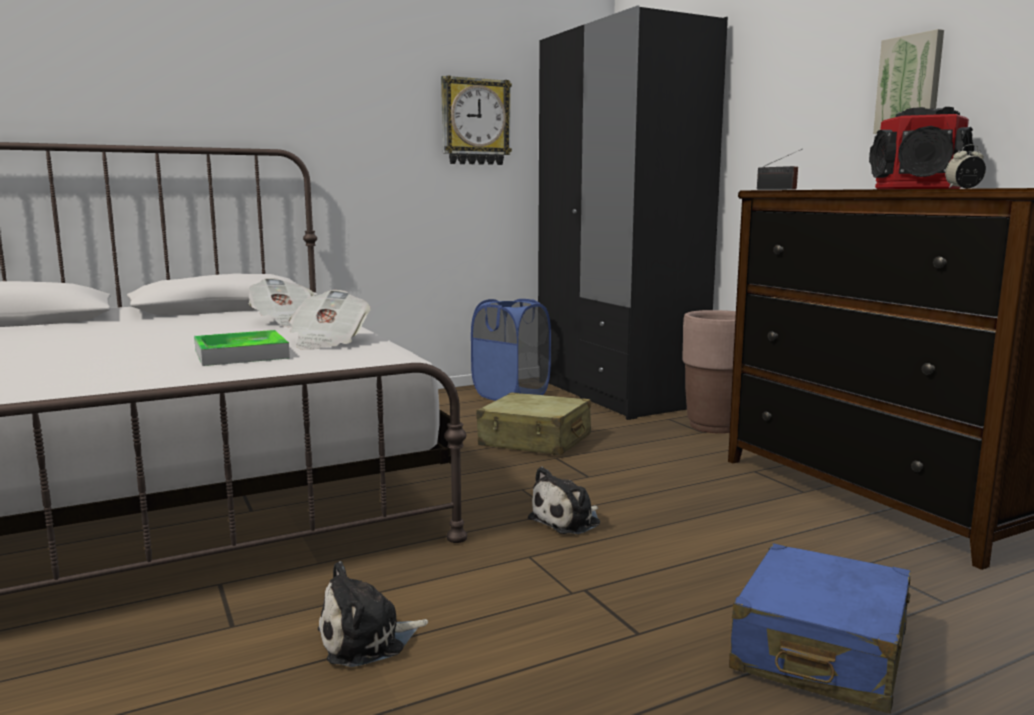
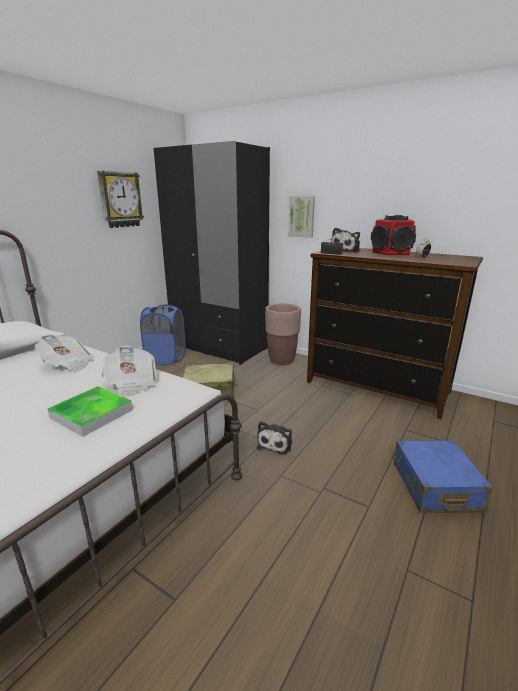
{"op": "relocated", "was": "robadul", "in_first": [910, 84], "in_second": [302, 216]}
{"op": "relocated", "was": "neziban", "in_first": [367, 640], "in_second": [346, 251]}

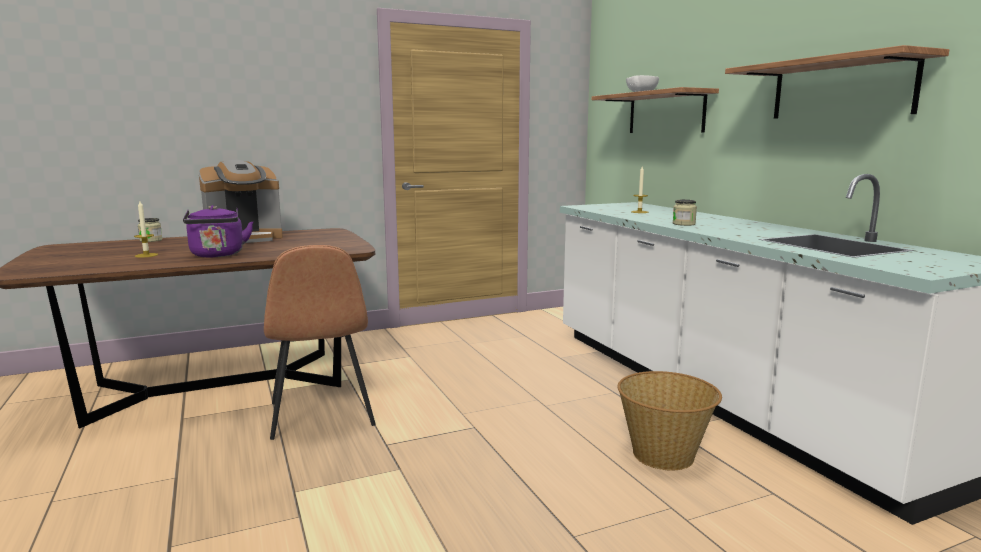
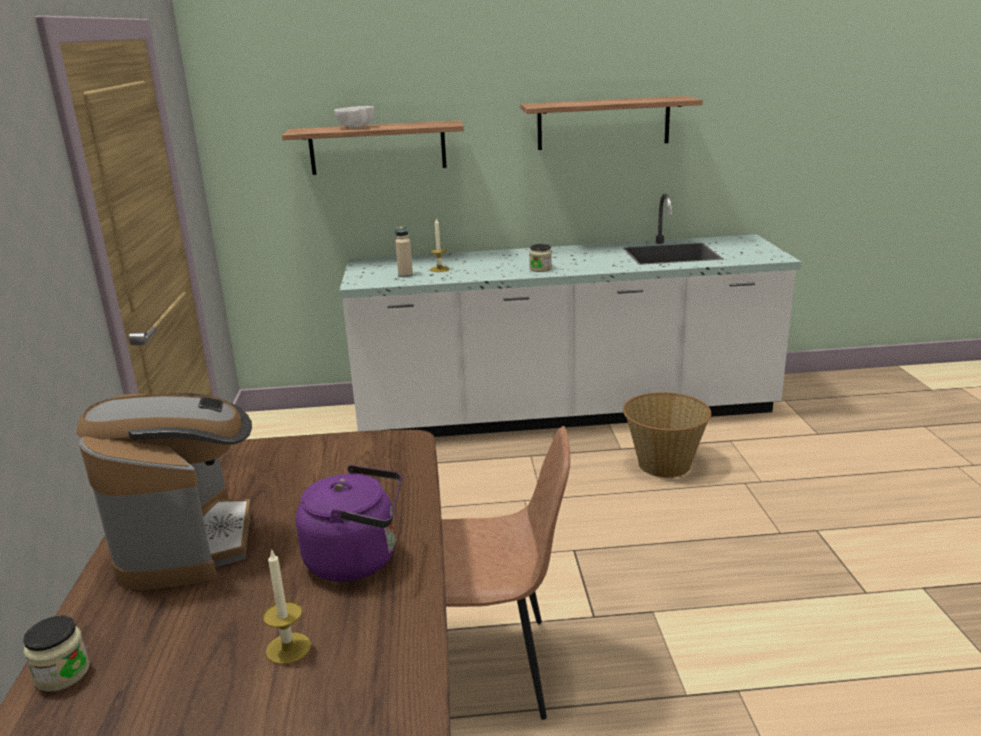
{"op": "appeared", "now": "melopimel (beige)", "in_second": [405, 275]}

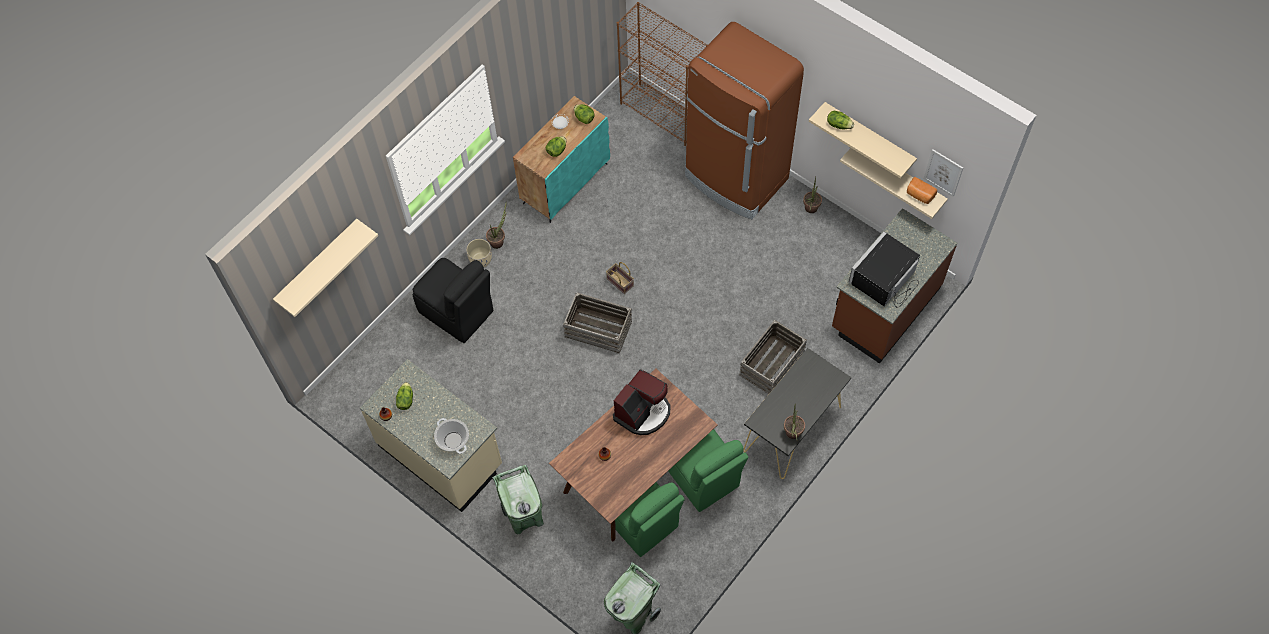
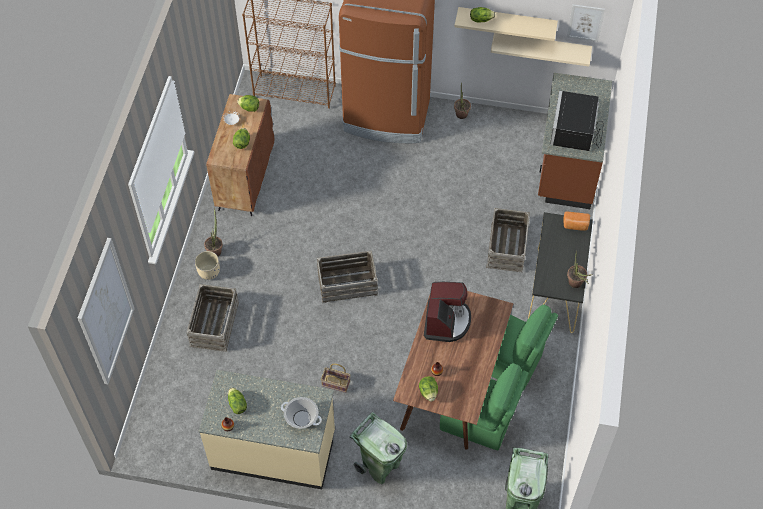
{"op": "exchanged", "was": "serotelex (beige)", "now": "robadul", "in_first": [318, 264], "in_second": [105, 312]}
{"op": "exchanged", "was": "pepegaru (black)", "now": "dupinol", "in_first": [457, 313], "in_second": [215, 325]}
{"op": "colour", "was": "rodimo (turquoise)", "now": "rodimo (brown)", "in_first": [565, 183], "in_second": [245, 178]}
{"op": "relocated", "was": "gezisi", "in_first": [619, 282], "in_second": [335, 384]}
{"op": "appeared", "now": "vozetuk", "in_second": [428, 392]}
{"op": "relocated", "was": "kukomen", "in_first": [919, 195], "in_second": [575, 225]}

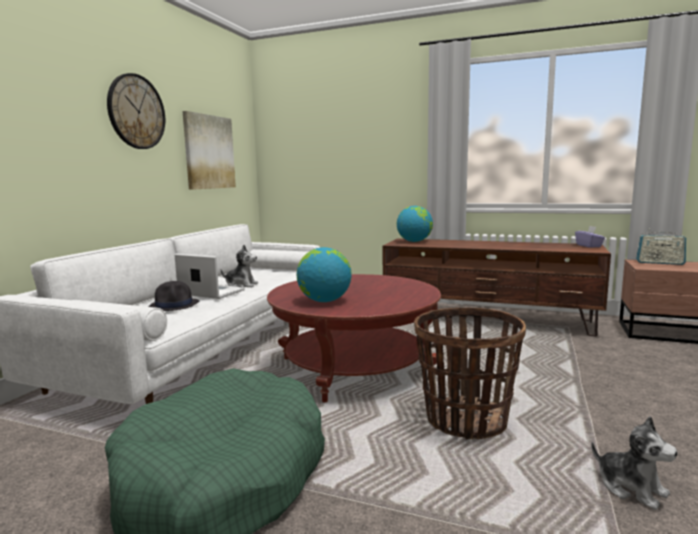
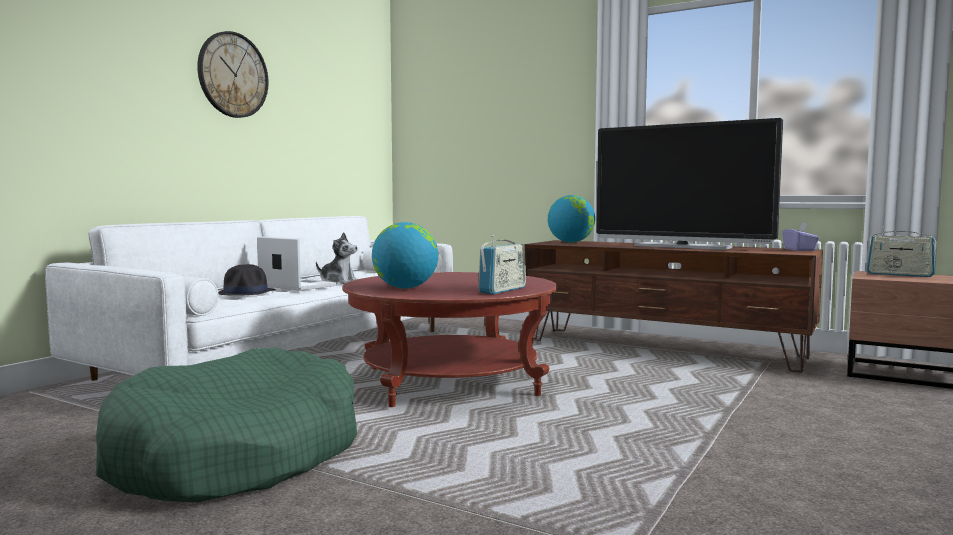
{"op": "appeared", "now": "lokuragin", "in_second": [503, 290]}
{"op": "appeared", "now": "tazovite", "in_second": [682, 247]}
{"op": "missing", "was": "robadul", "in_first": [209, 152]}
{"op": "missing", "was": "gezisi", "in_first": [465, 420]}
{"op": "missing", "was": "neziban", "in_first": [631, 488]}

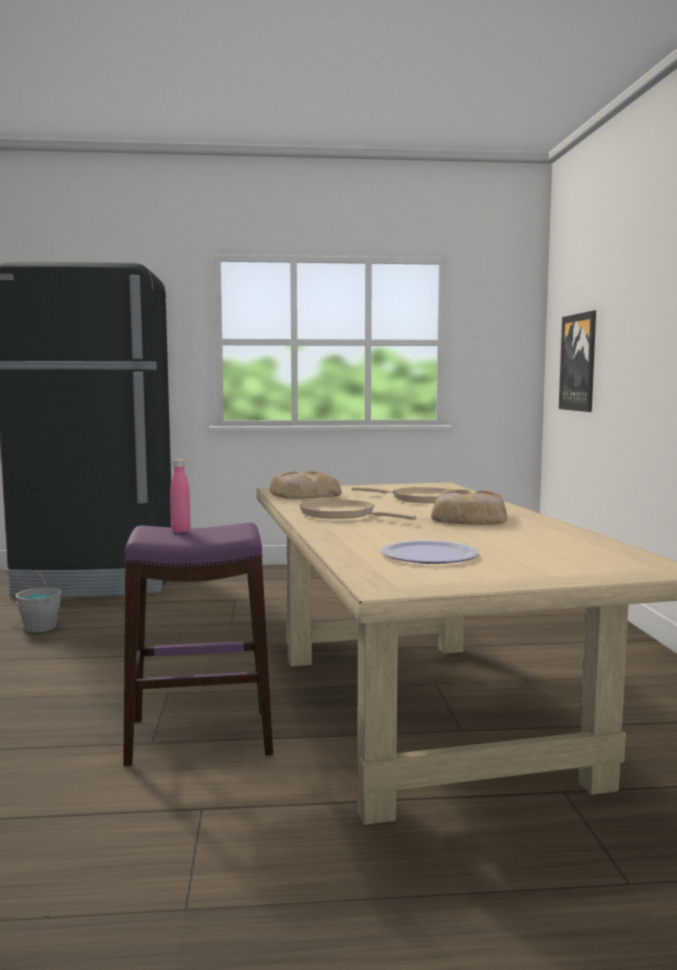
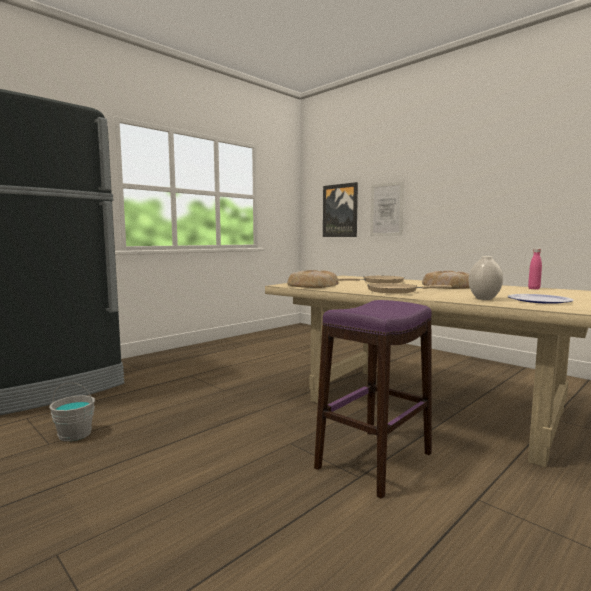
{"op": "appeared", "now": "robadul", "in_second": [386, 209]}
{"op": "appeared", "now": "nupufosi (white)", "in_second": [484, 299]}
{"op": "relocated", "was": "melopimel (pink)", "in_first": [180, 531], "in_second": [534, 289]}

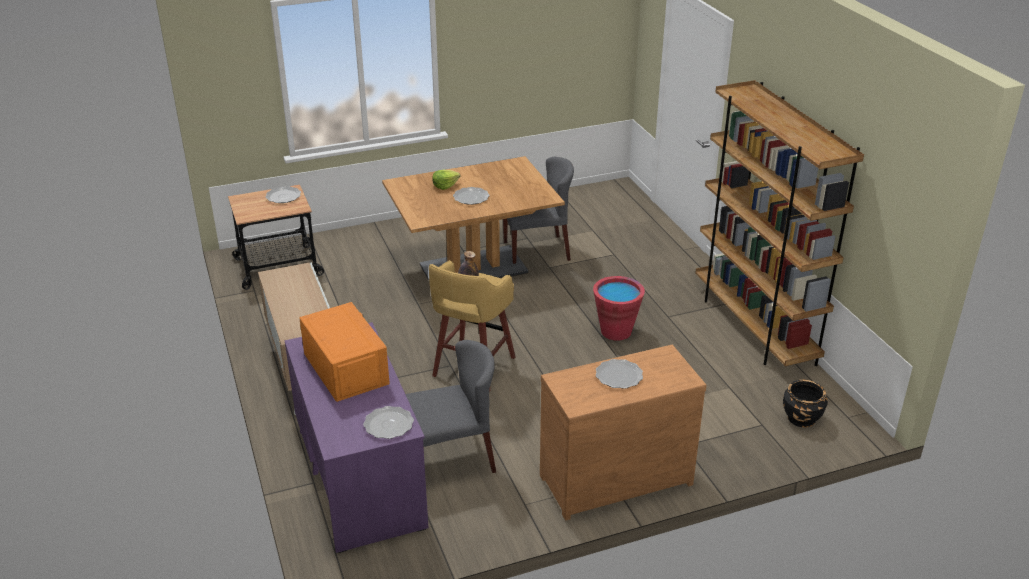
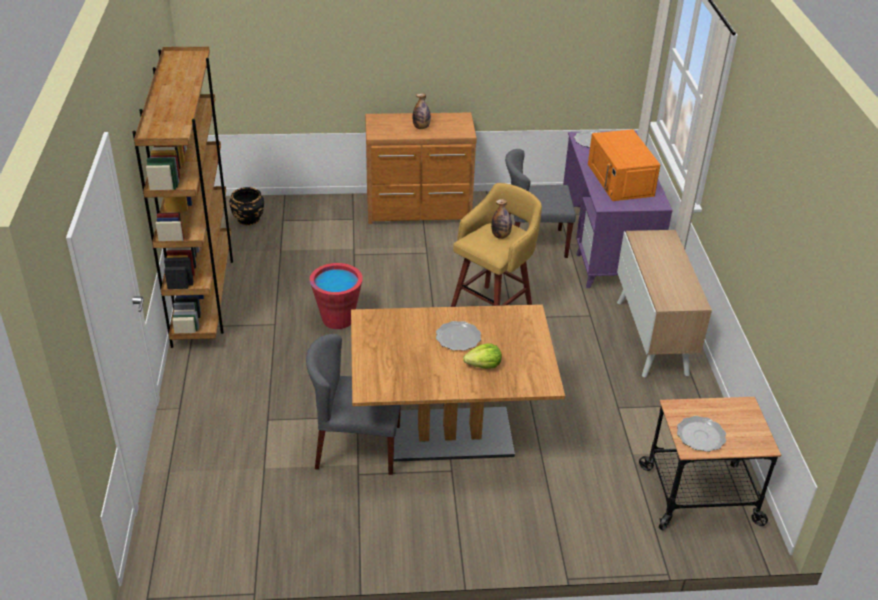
{"op": "exchanged", "was": "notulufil", "now": "melopimel", "in_first": [619, 376], "in_second": [421, 127]}

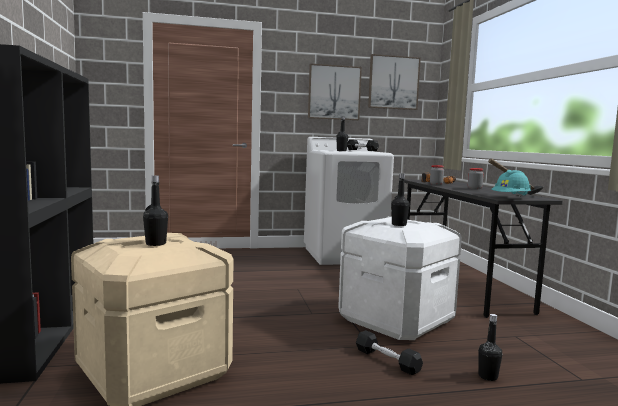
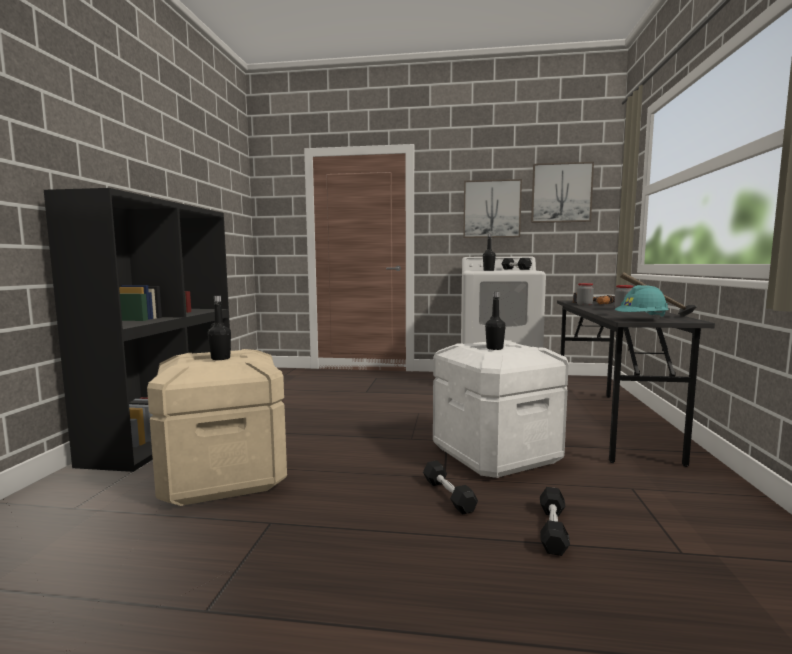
{"op": "exchanged", "was": "melopimel (black)", "now": "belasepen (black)", "in_first": [488, 376], "in_second": [553, 529]}

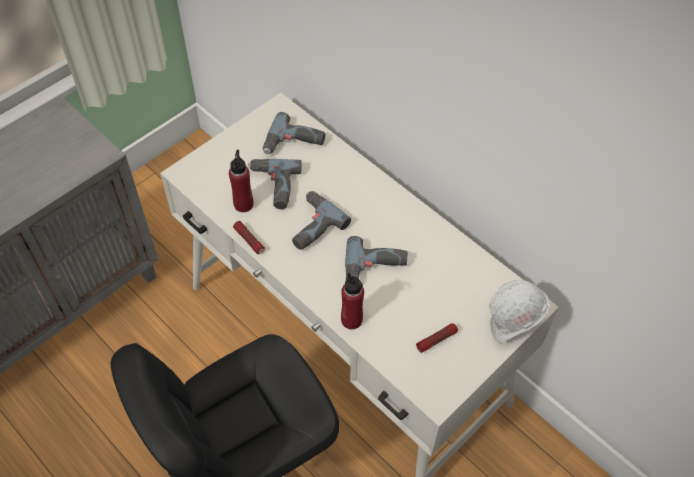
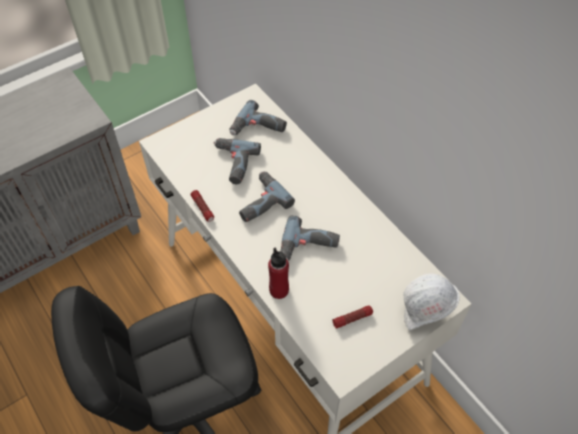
{"op": "missing", "was": "melopimel (red)", "in_first": [243, 204]}

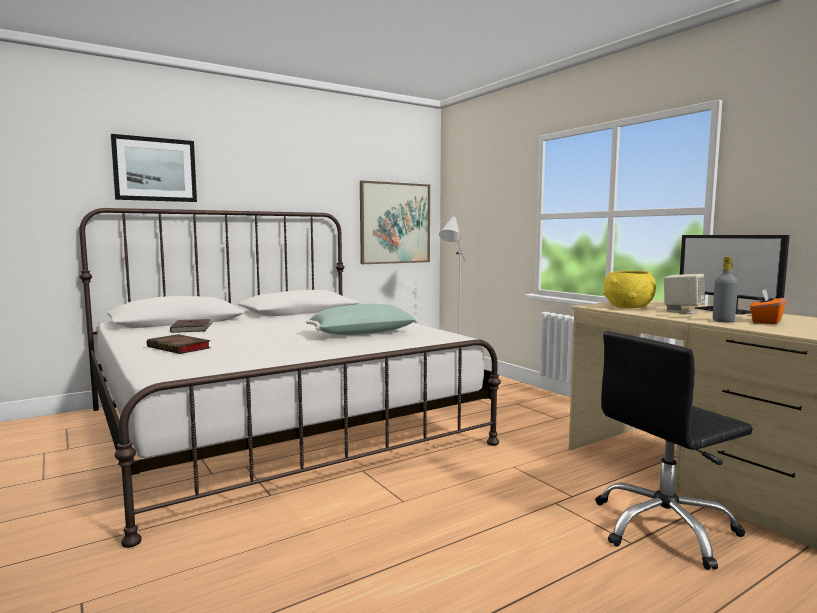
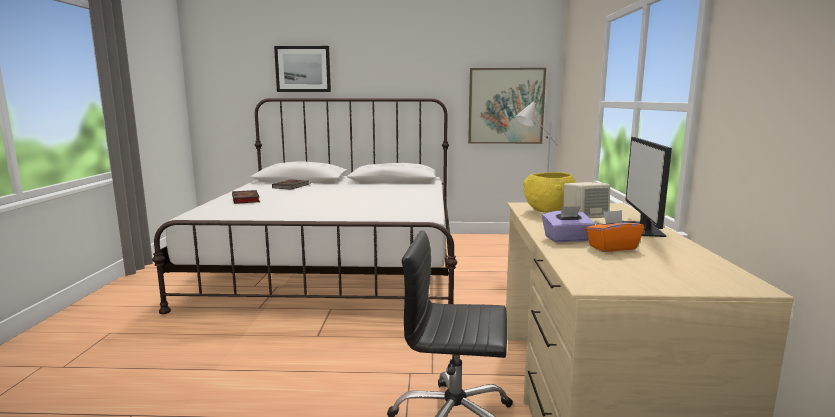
{"op": "exchanged", "was": "melopimel (grey)", "now": "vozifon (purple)", "in_first": [723, 321], "in_second": [567, 239]}
{"op": "missing", "was": "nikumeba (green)", "in_first": [363, 334]}

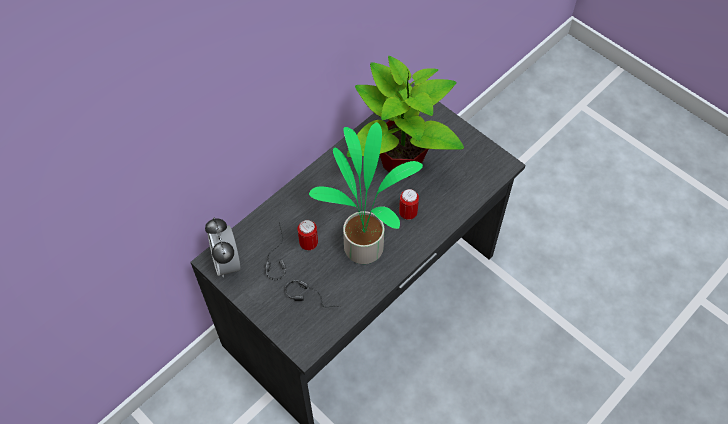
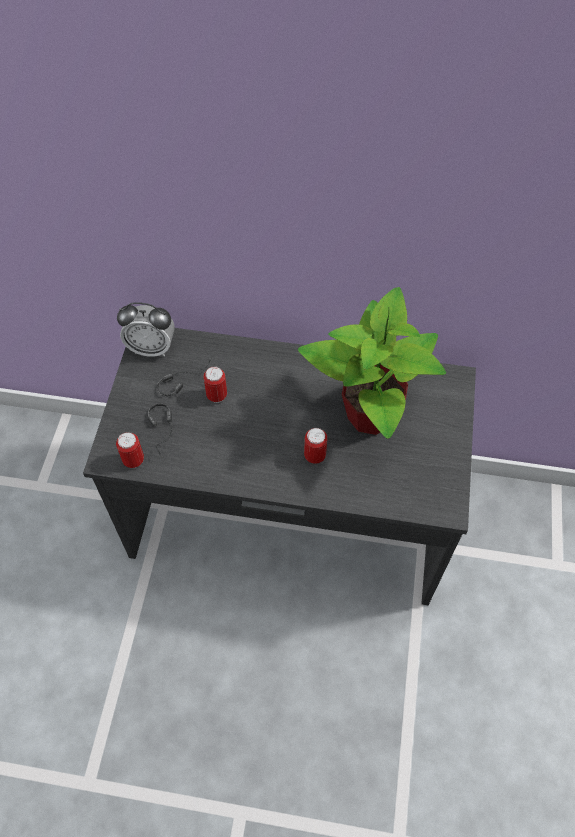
{"op": "appeared", "now": "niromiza", "in_second": [133, 460]}
{"op": "spun", "was": "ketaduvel", "in_first": [227, 263], "in_second": [151, 348], "clockwise": -120}
{"op": "missing", "was": "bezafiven", "in_first": [365, 245]}

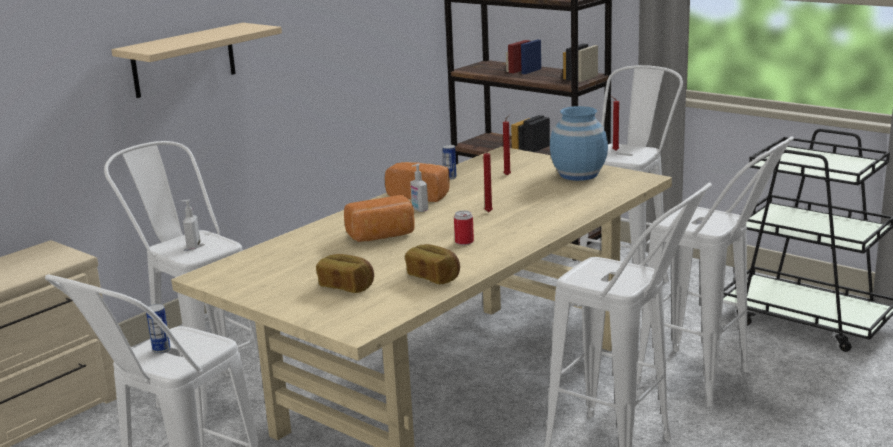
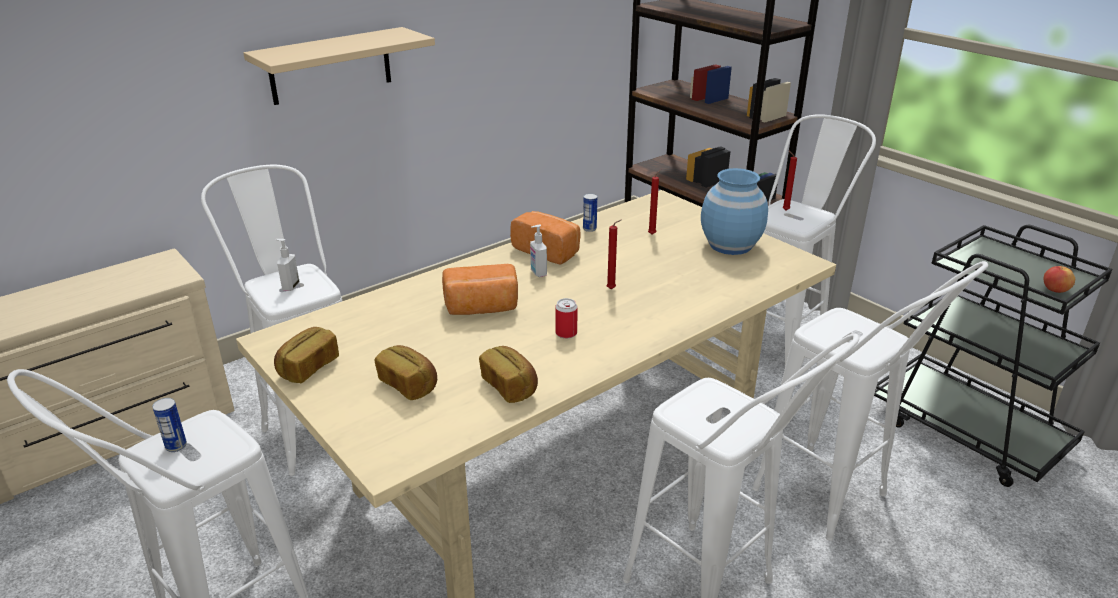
{"op": "appeared", "now": "kukomen", "in_second": [308, 367]}
{"op": "appeared", "now": "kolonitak", "in_second": [1054, 290]}

